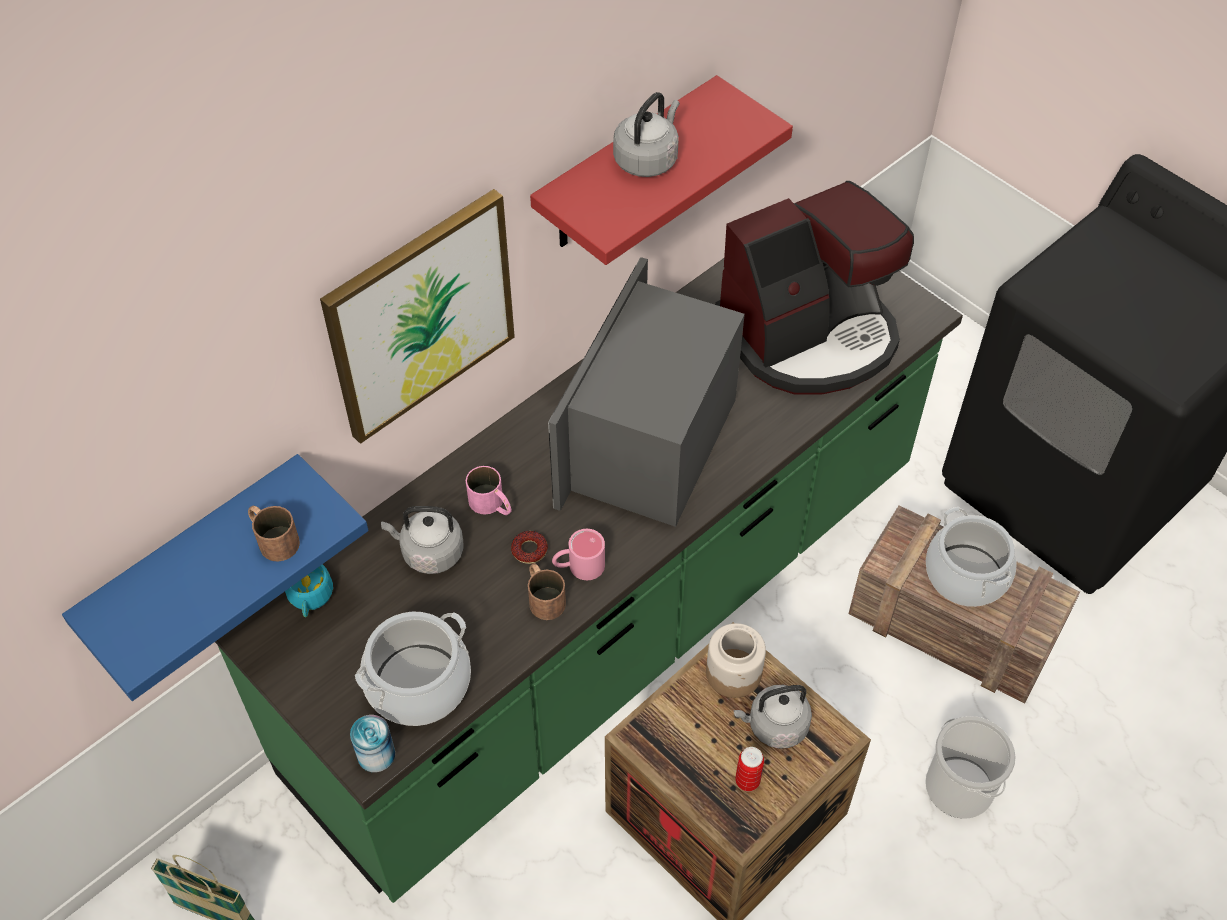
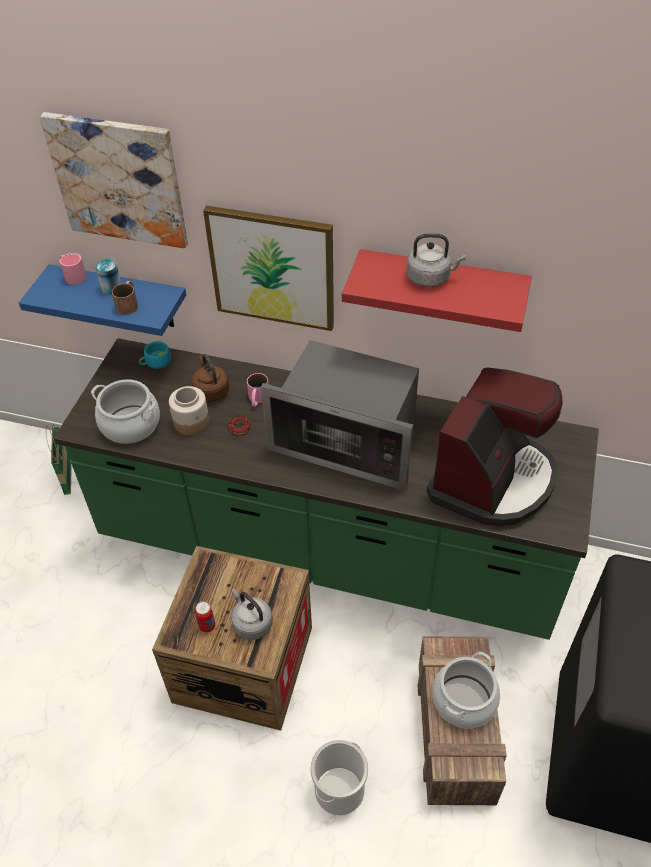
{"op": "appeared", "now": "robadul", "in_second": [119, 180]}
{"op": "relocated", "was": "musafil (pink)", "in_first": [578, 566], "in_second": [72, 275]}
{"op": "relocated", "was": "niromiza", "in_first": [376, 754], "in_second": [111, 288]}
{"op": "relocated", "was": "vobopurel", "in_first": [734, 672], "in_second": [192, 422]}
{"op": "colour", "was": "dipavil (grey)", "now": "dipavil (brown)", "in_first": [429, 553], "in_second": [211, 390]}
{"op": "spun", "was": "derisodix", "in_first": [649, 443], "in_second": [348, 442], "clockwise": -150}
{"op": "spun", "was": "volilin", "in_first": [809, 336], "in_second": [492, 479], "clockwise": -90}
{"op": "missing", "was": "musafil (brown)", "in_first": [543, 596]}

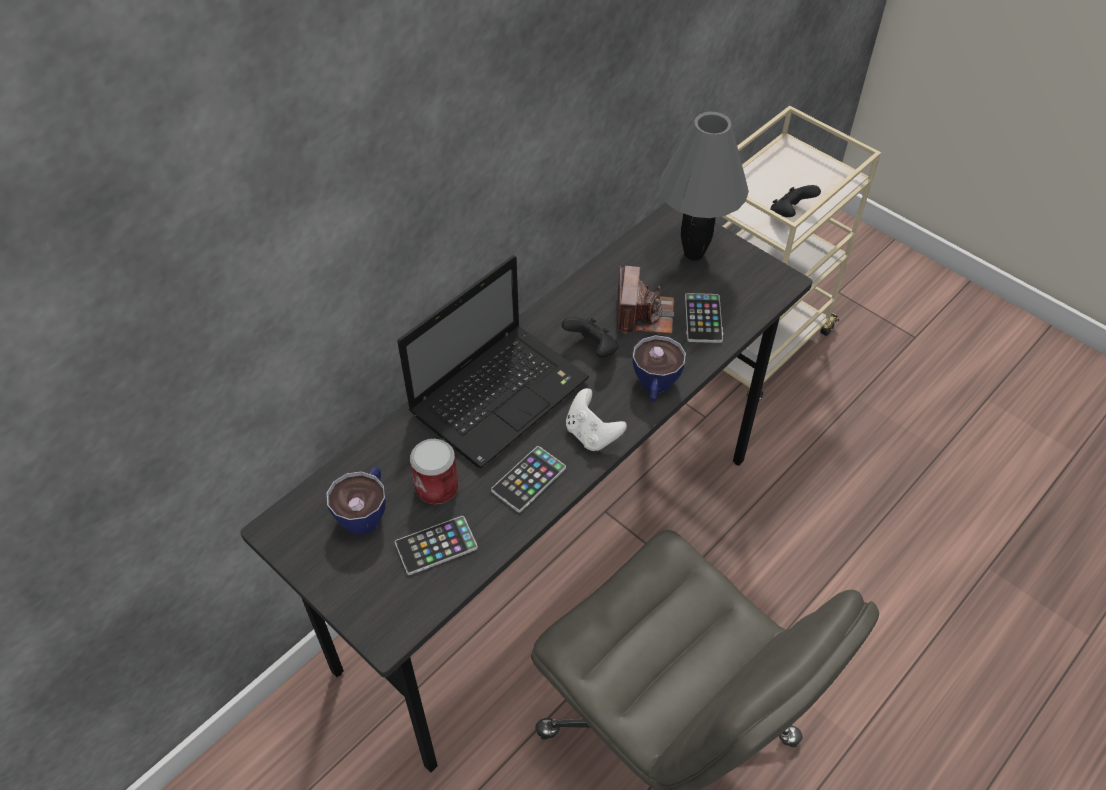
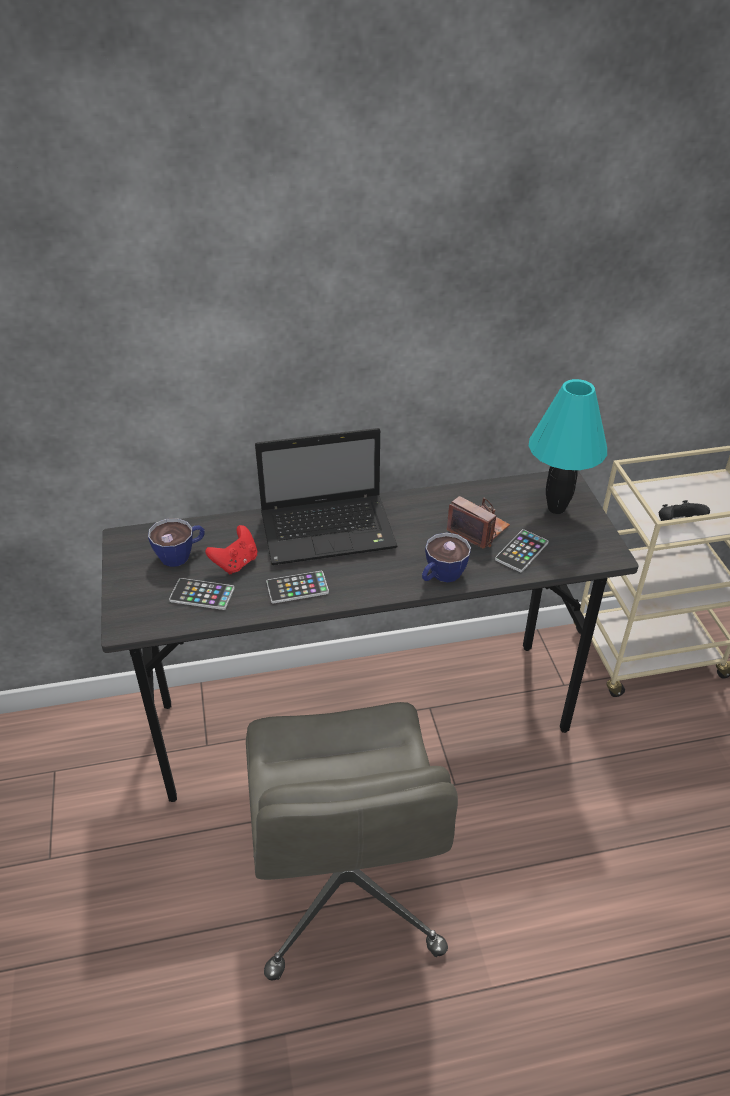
{"op": "exchanged", "was": "niromiza", "now": "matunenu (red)", "in_first": [437, 487], "in_second": [236, 563]}
{"op": "spun", "was": "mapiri", "in_first": [643, 315], "in_second": [478, 529], "clockwise": -90}
{"op": "colour", "was": "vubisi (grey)", "now": "vubisi (turquoise)", "in_first": [692, 253], "in_second": [555, 508]}
{"op": "missing", "was": "matunenu (black)", "in_first": [592, 349]}
{"op": "missing", "was": "matunenu (white)", "in_first": [592, 434]}

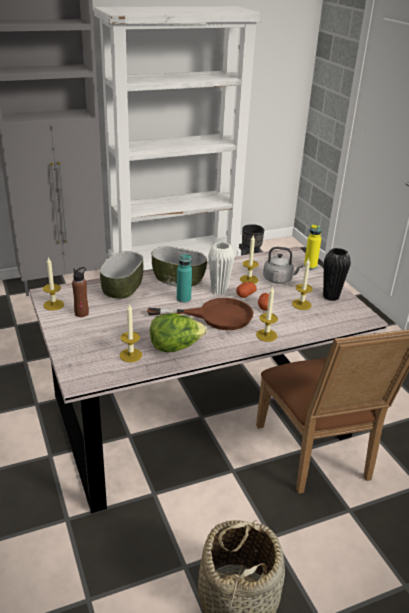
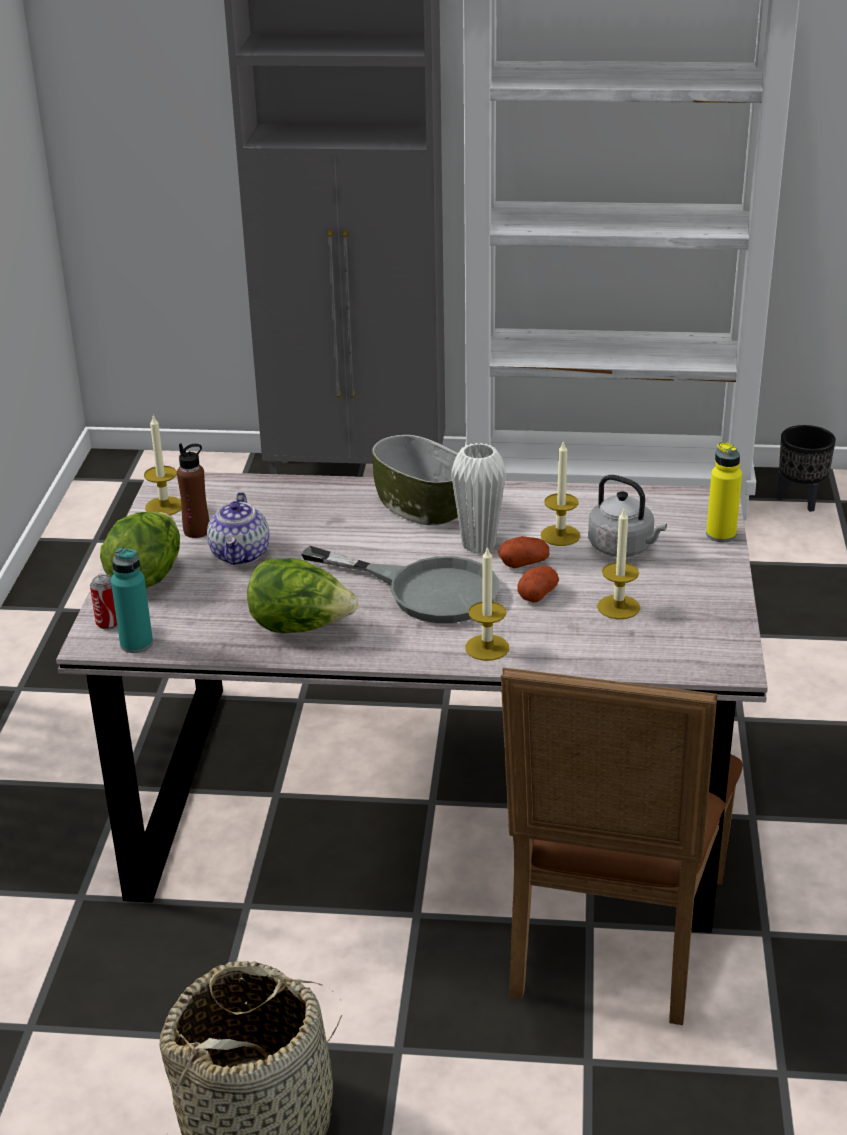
{"op": "appeared", "now": "niromiza", "in_second": [108, 623]}
{"op": "appeared", "now": "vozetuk", "in_second": [146, 575]}
{"op": "relocated", "was": "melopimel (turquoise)", "in_first": [183, 299], "in_second": [136, 644]}
{"op": "appeared", "now": "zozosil", "in_second": [241, 555]}
{"op": "colour", "was": "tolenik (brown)", "now": "tolenik (grey)", "in_first": [215, 316], "in_second": [425, 589]}
{"op": "missing", "was": "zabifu", "in_first": [123, 288]}
{"op": "missing", "was": "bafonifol", "in_first": [130, 355]}
{"op": "missing", "was": "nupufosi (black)", "in_first": [331, 297]}

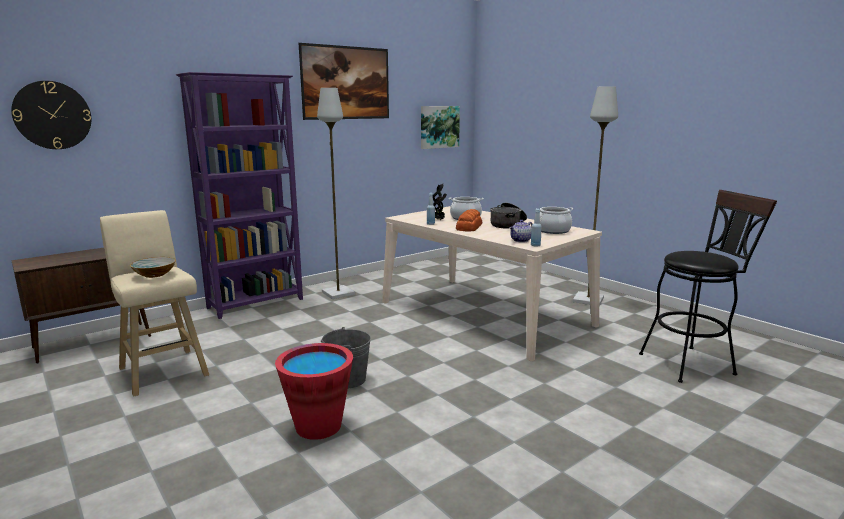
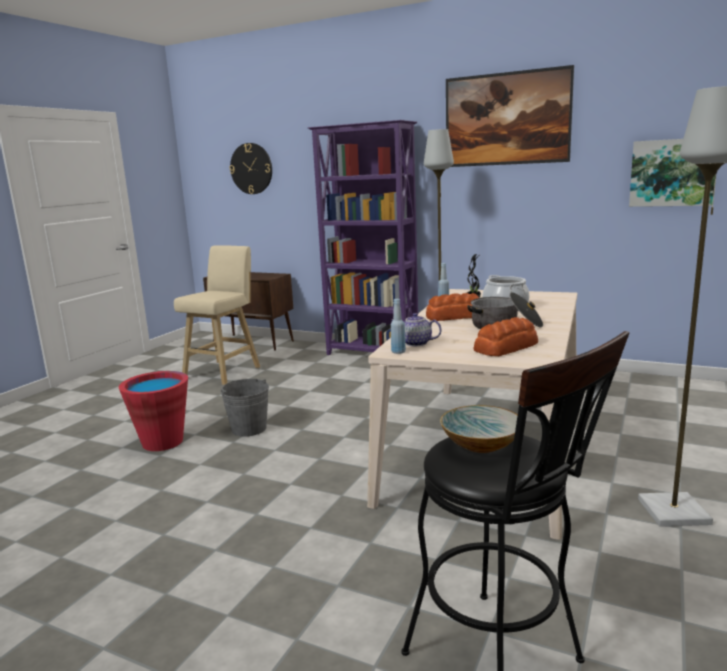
{"op": "relocated", "was": "zabifu", "in_first": [154, 274], "in_second": [481, 444]}
{"op": "exchanged", "was": "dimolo", "now": "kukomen", "in_first": [553, 231], "in_second": [507, 347]}

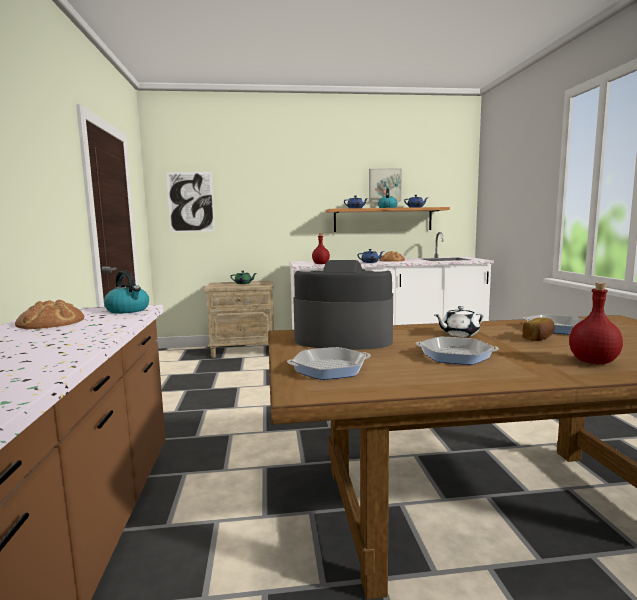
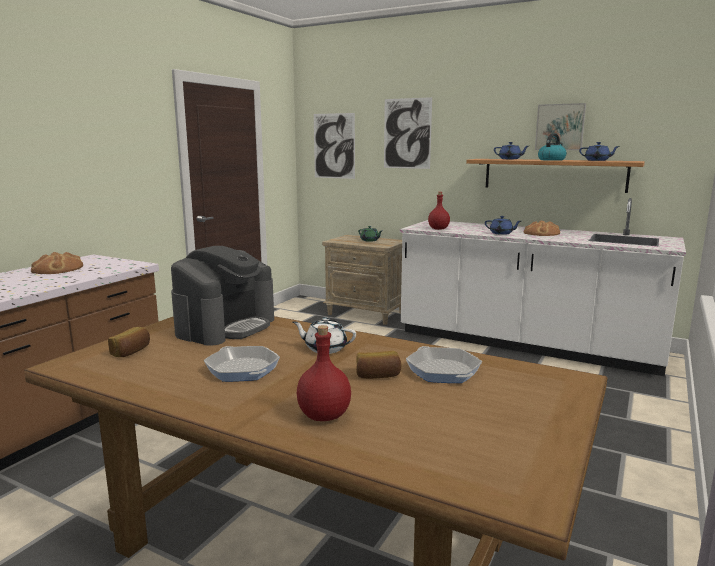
{"op": "exchanged", "was": "tolenik", "now": "kukomen", "in_first": [329, 369], "in_second": [131, 351]}
{"op": "spun", "was": "volilin", "in_first": [343, 338], "in_second": [226, 326], "clockwise": 75}
{"op": "appeared", "now": "robadul", "in_second": [407, 133]}
{"op": "missing", "was": "dipavil", "in_first": [128, 310]}

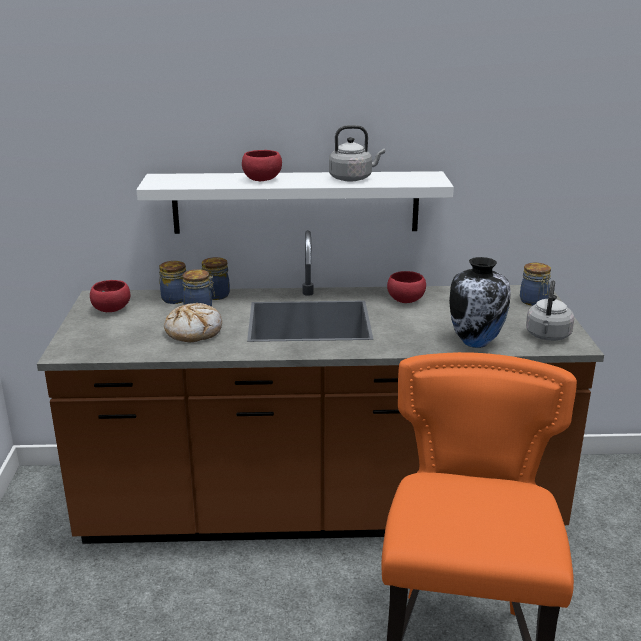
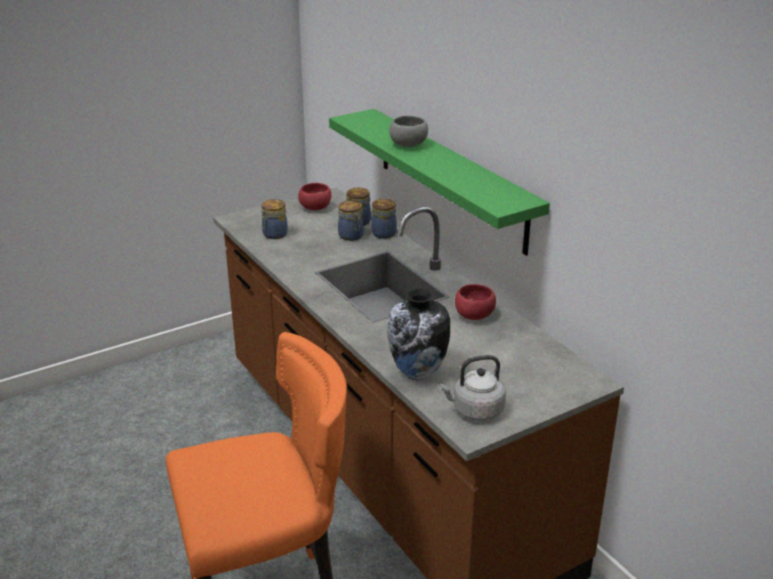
{"op": "relocated", "was": "vobopurel", "in_first": [534, 302], "in_second": [274, 235]}
{"op": "colour", "was": "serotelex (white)", "now": "serotelex (green)", "in_first": [296, 202], "in_second": [450, 178]}
{"op": "colour", "was": "zabifu (red)", "now": "zabifu (grey)", "in_first": [263, 179], "in_second": [409, 145]}
{"op": "missing", "was": "kukomen", "in_first": [194, 331]}
{"op": "missing", "was": "dipavil (grey)", "in_first": [353, 178]}

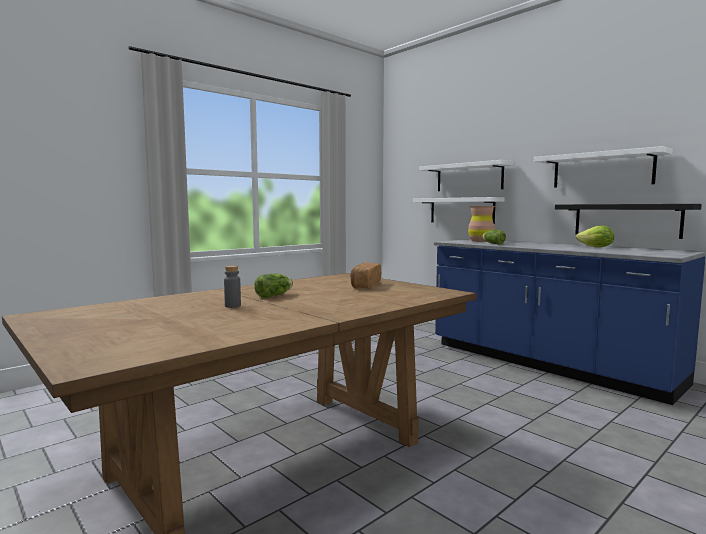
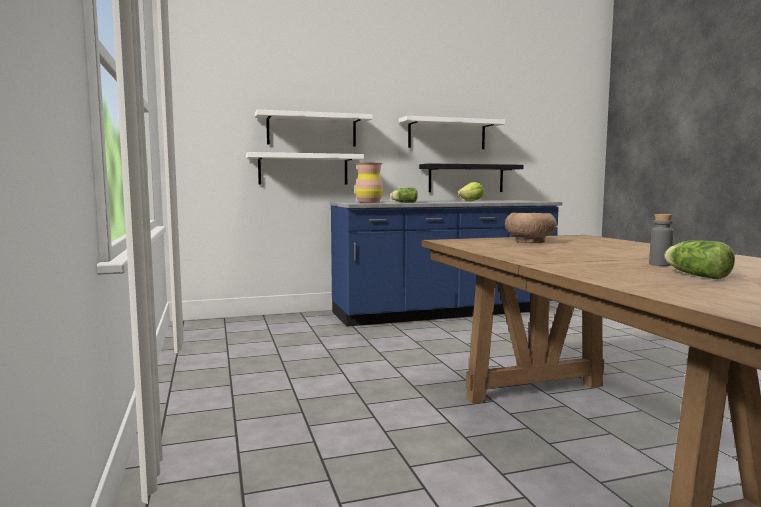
{"op": "exchanged", "was": "kukomen", "now": "zabifu (brown)", "in_first": [365, 285], "in_second": [529, 241]}
{"op": "relocated", "was": "vozetuk", "in_first": [275, 295], "in_second": [695, 275]}

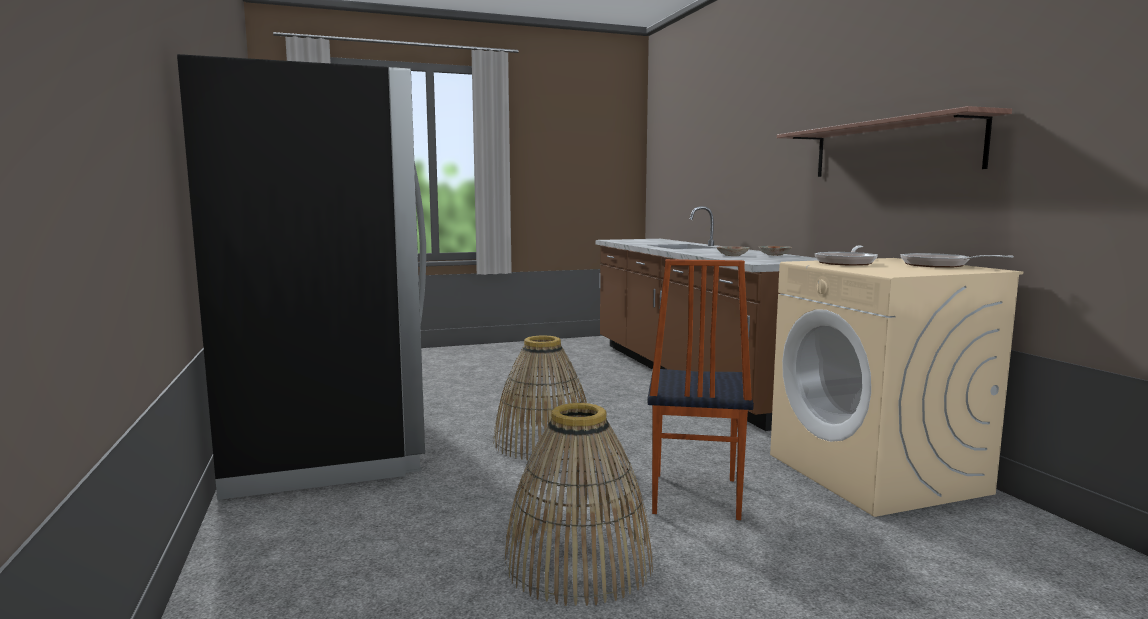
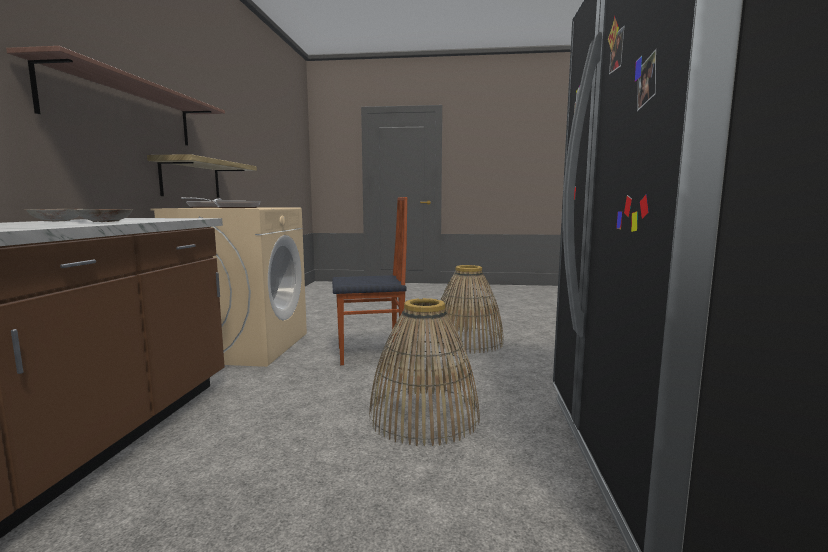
{"op": "appeared", "now": "serotelex", "in_second": [191, 179]}
{"op": "spun", "was": "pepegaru", "in_first": [693, 496], "in_second": [371, 354], "clockwise": 45}

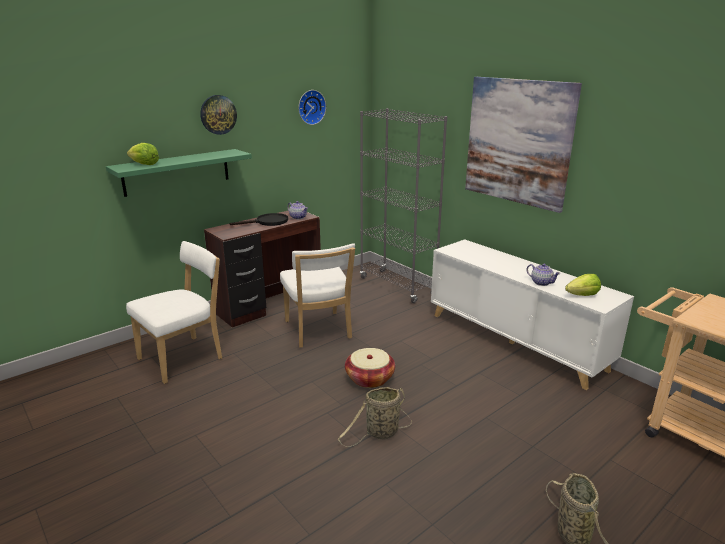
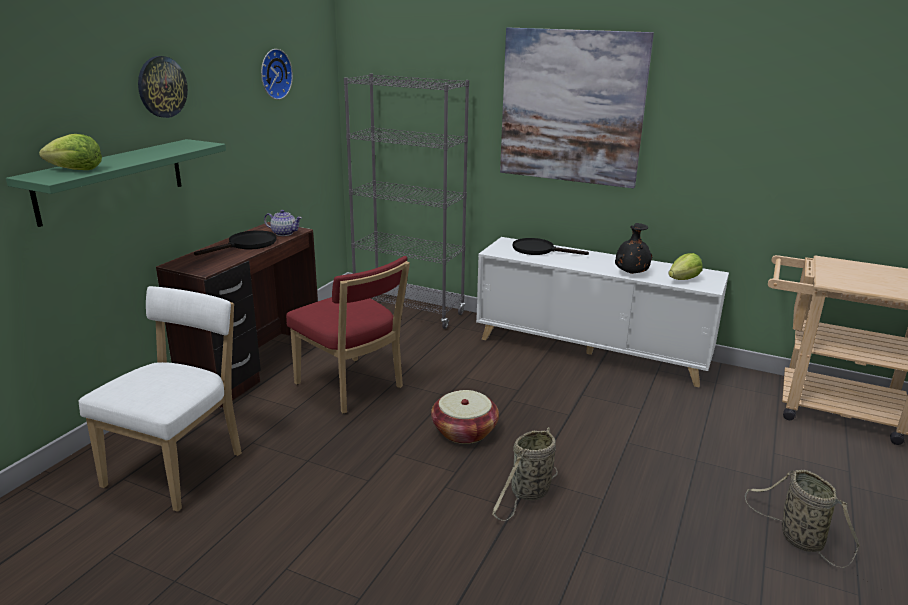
{"op": "colour", "was": "pepegaru (white)", "now": "pepegaru (red)", "in_first": [319, 331], "in_second": [352, 387]}
{"op": "appeared", "now": "tolenik (black)", "in_second": [539, 250]}
{"op": "exchanged", "was": "zozosil", "now": "nupufosi (black)", "in_first": [541, 282], "in_second": [631, 273]}

